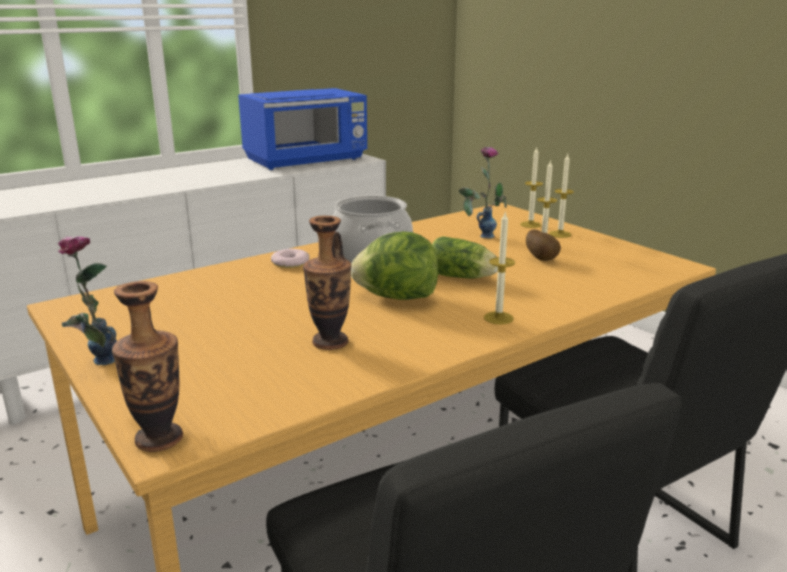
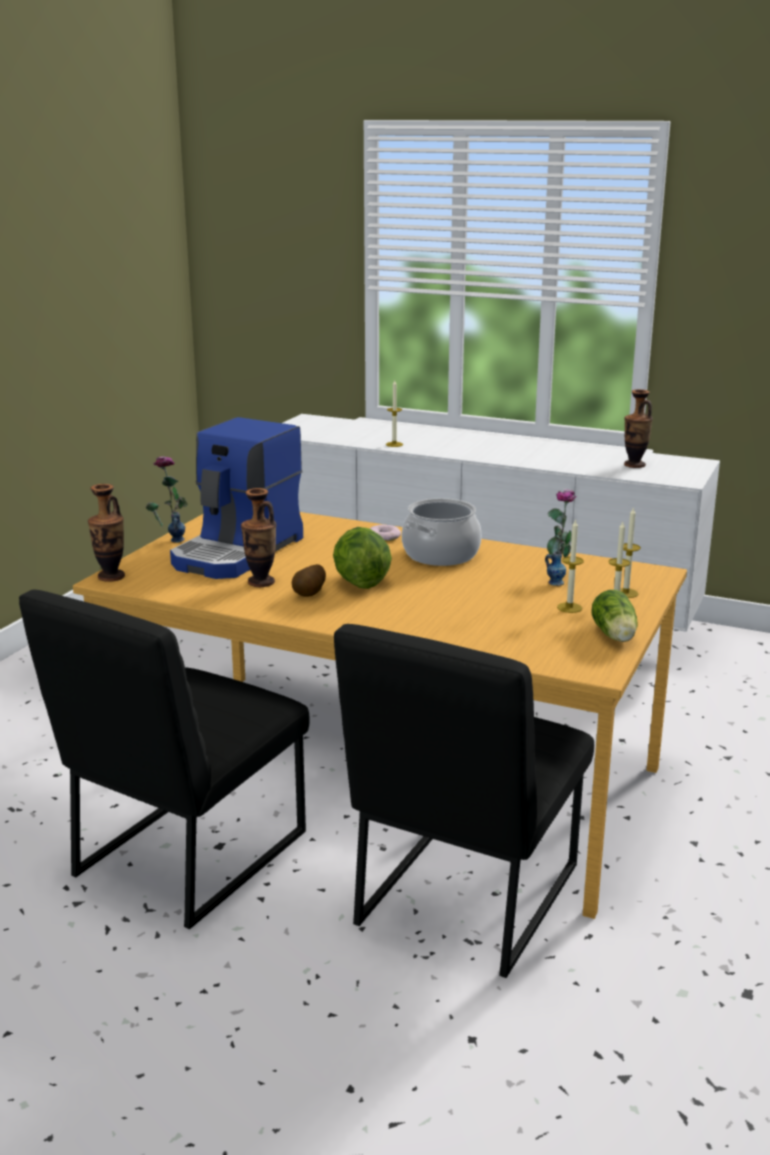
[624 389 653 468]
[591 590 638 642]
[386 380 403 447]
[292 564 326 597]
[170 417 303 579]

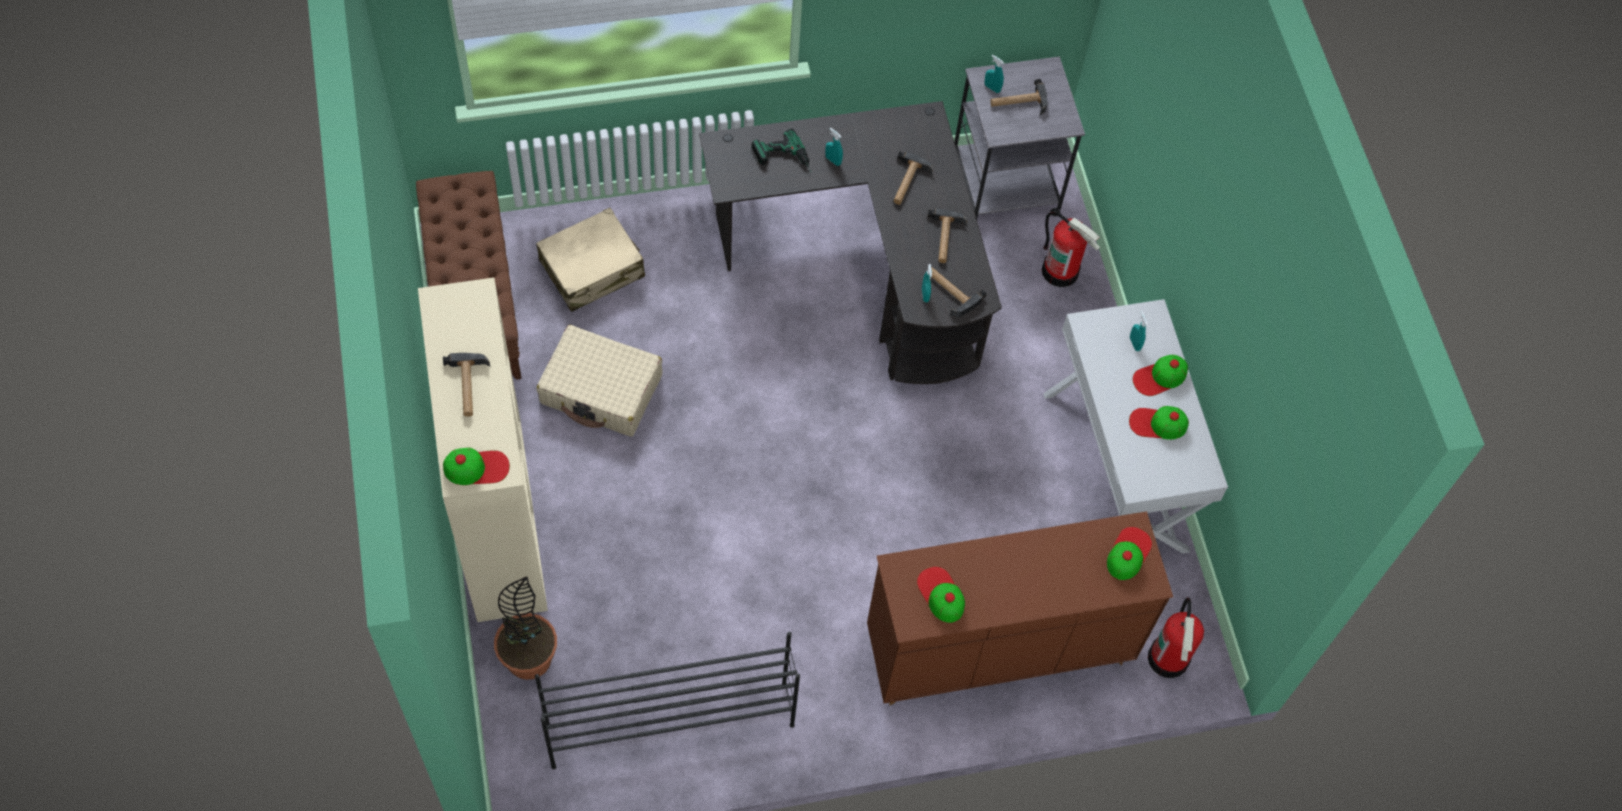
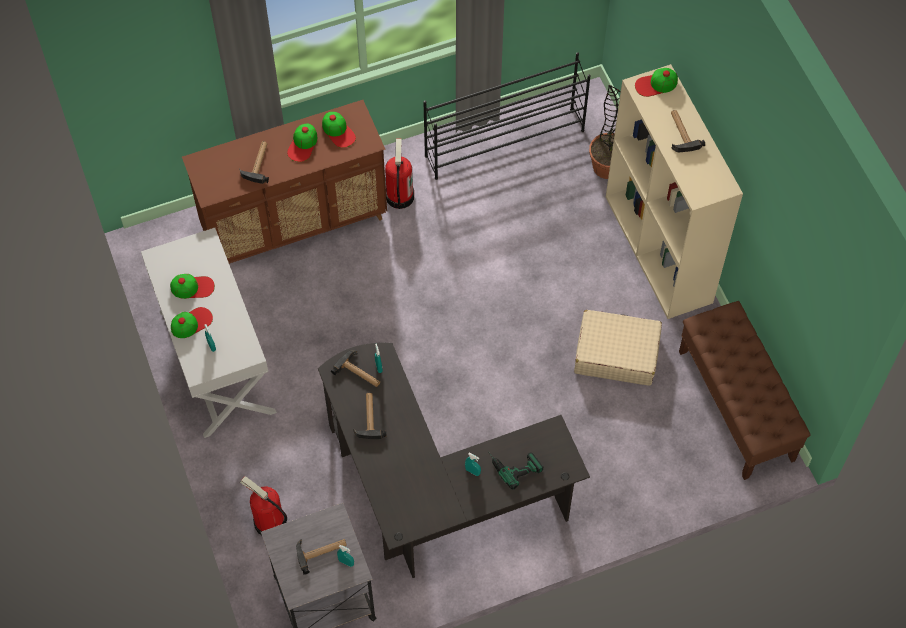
[536 208 645 312] (first image)
[239 141 269 184]
[287 124 317 162]
[385 139 414 209]

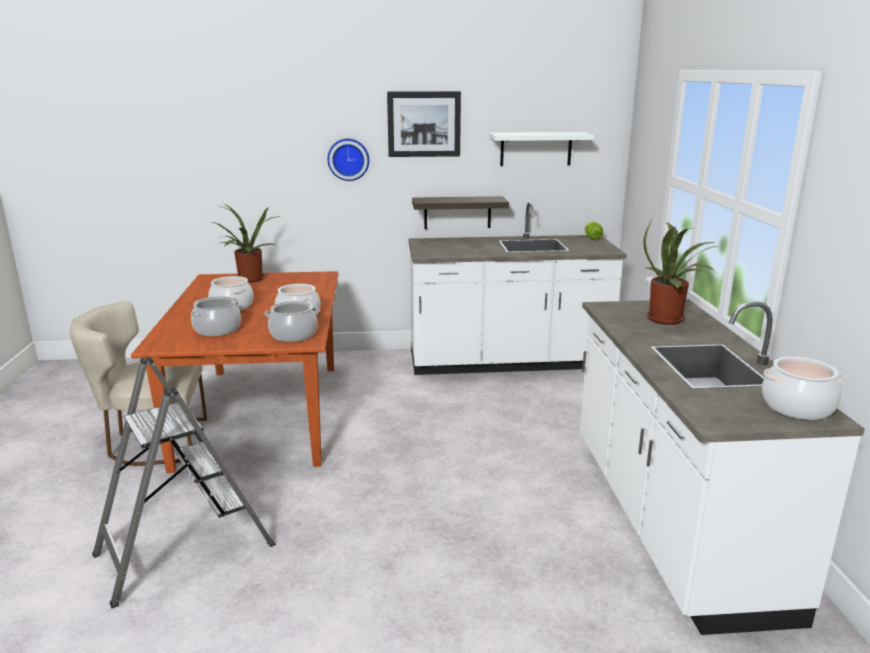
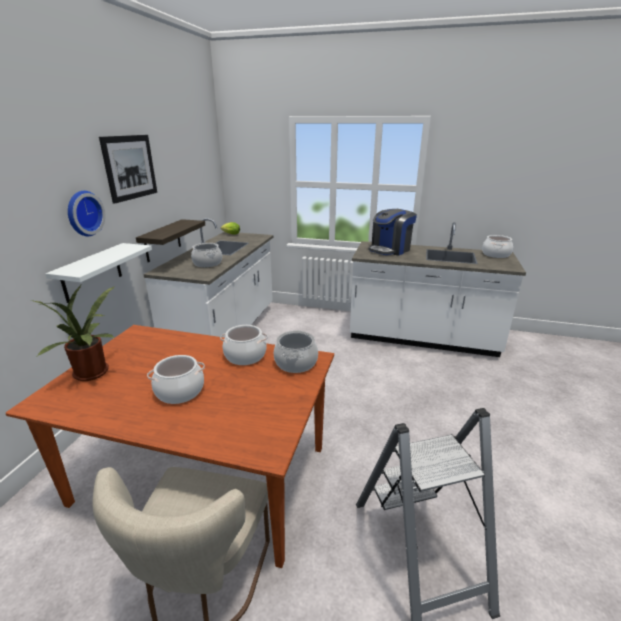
[191 243 222 267]
[45 243 152 303]
[368 209 417 255]

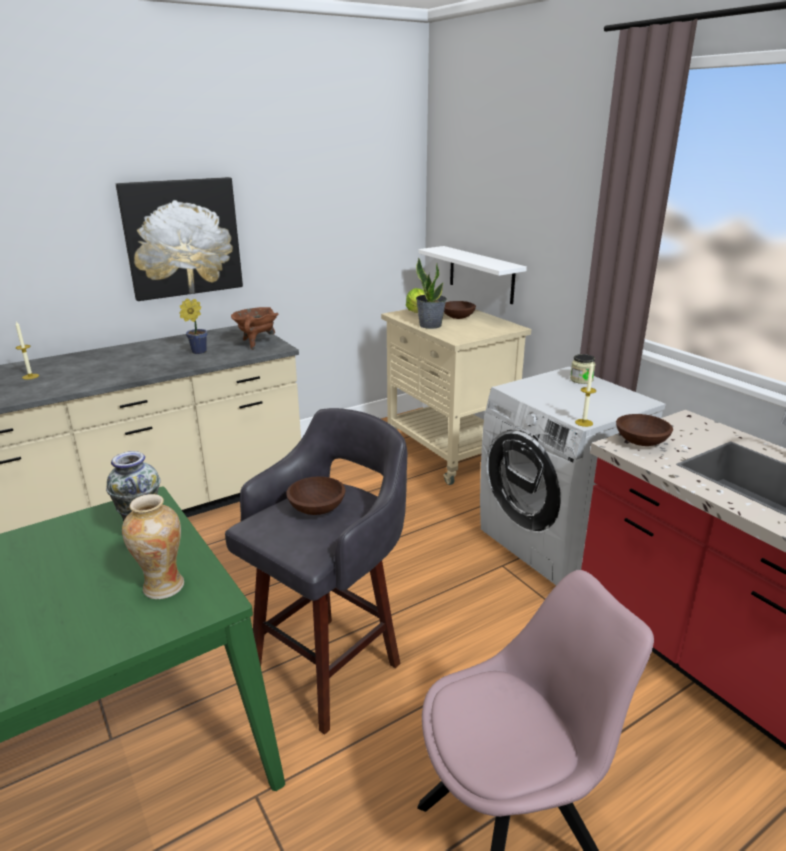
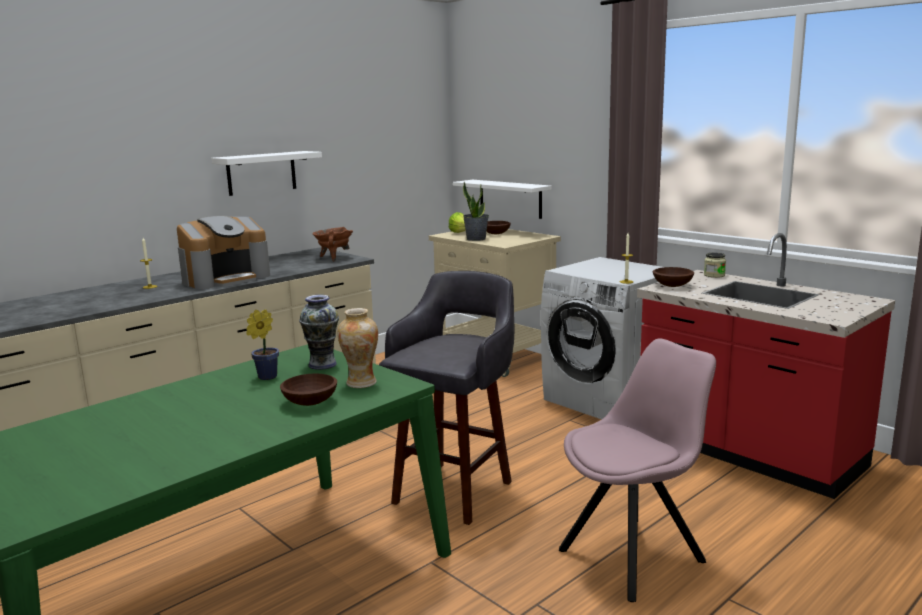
[211 151 322 196]
[246 310 279 380]
[280 374 337 406]
[704 253 726 278]
[177 216 270 289]

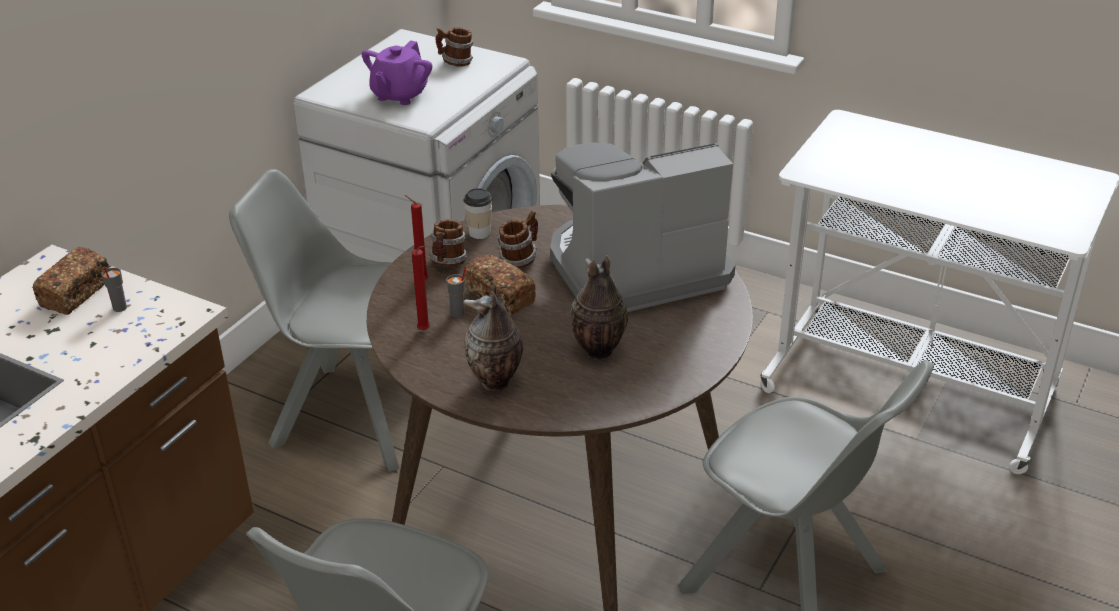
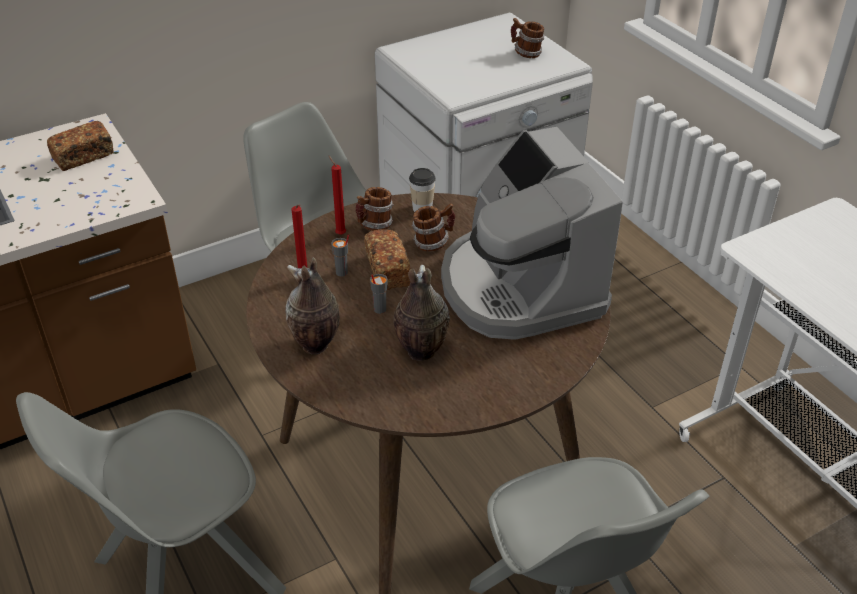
[370 274 388 314]
[362 40 432 105] (first image)
[441 127 623 340]

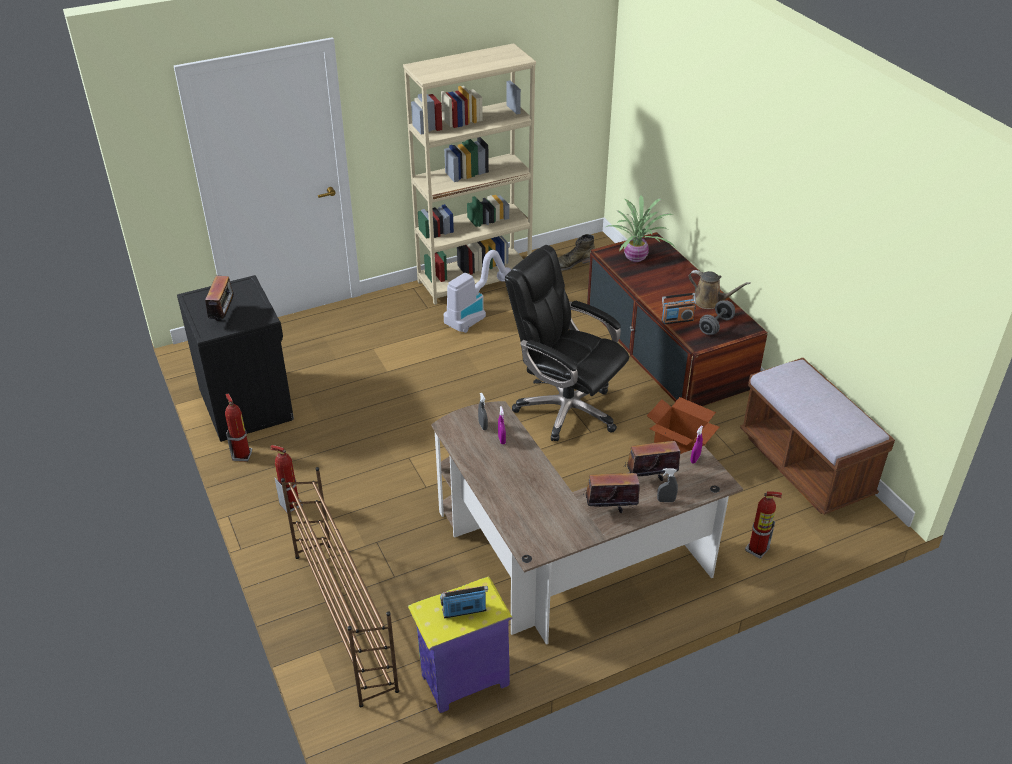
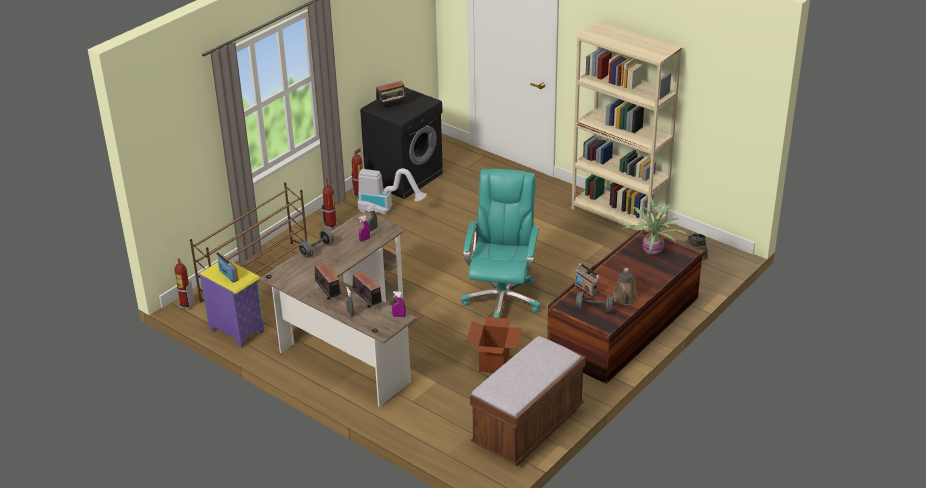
[358 168 427 215]
[461 169 540 318]
[174 258 195 310]
[298 229 334 257]

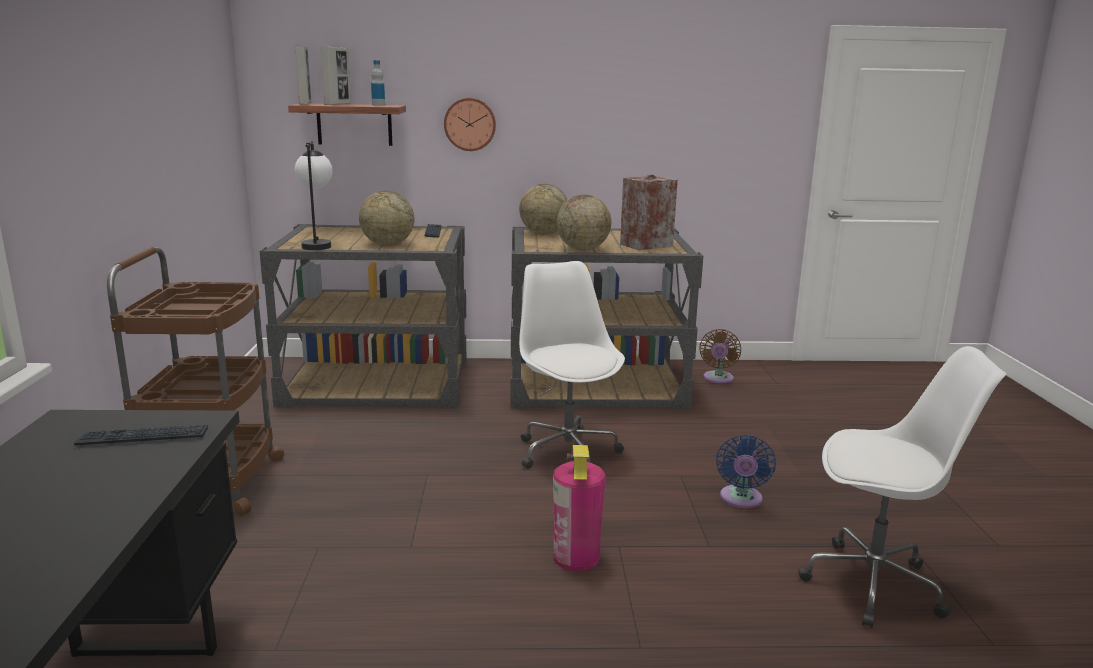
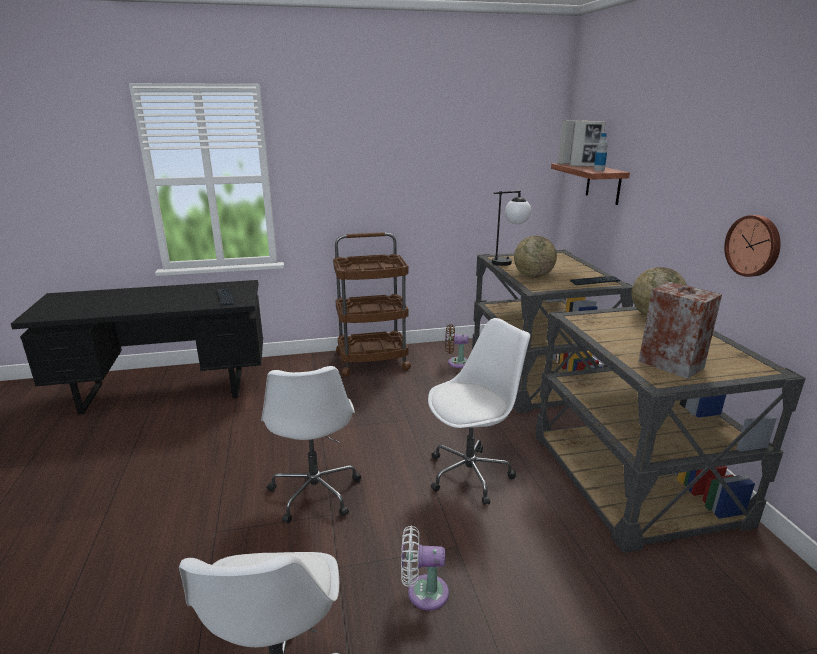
[724 215 781 277]
[261 366 362 523]
[557 195 611 250] (first image)
[445 324 469 368]
[401 526 449 611]

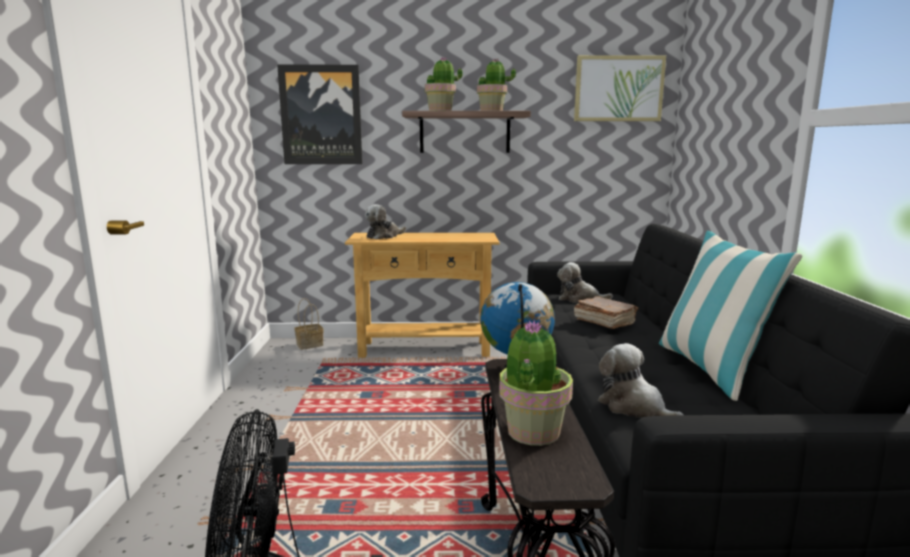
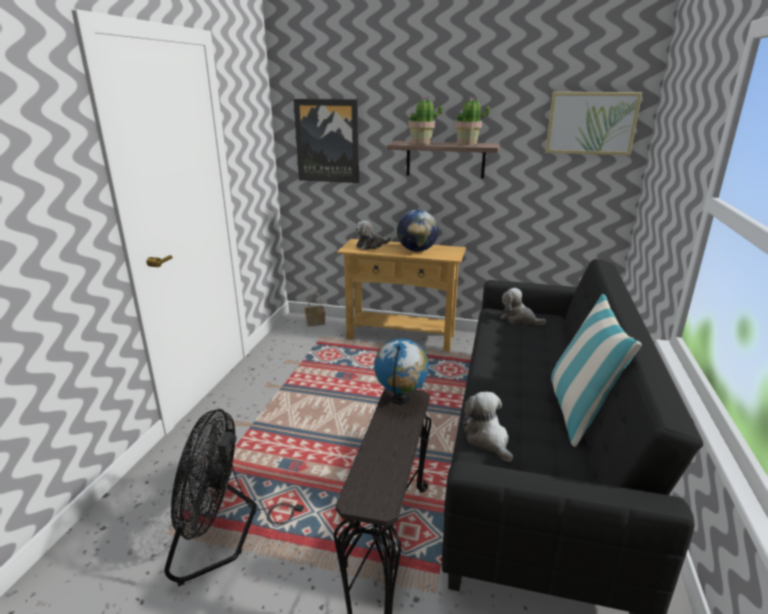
[499 320 573 446] (first image)
[574 296 638 329] (first image)
[397 210 439 252]

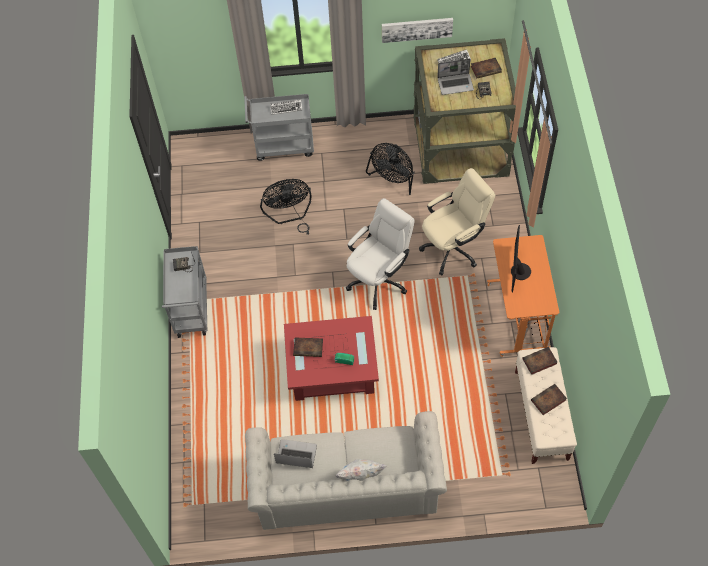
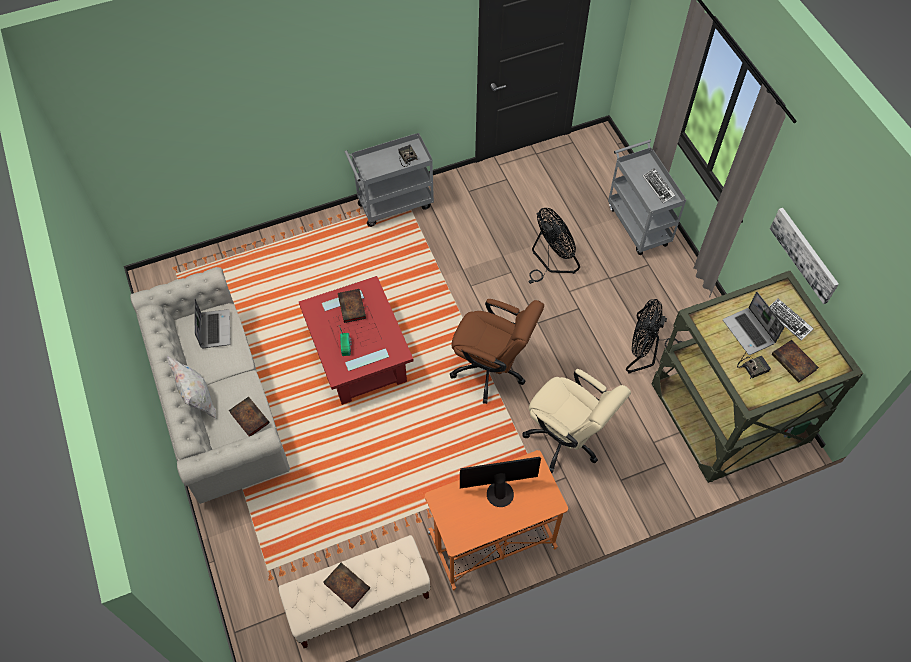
[450 299 544 404]
[229 397 269 436]

